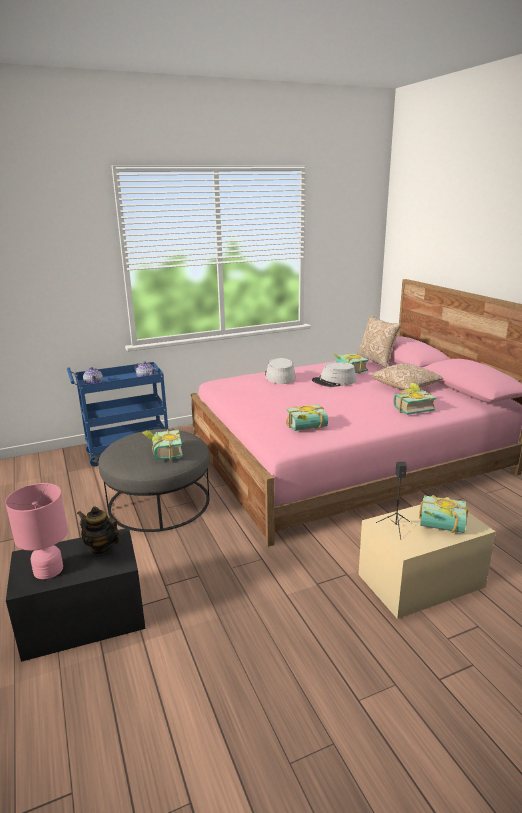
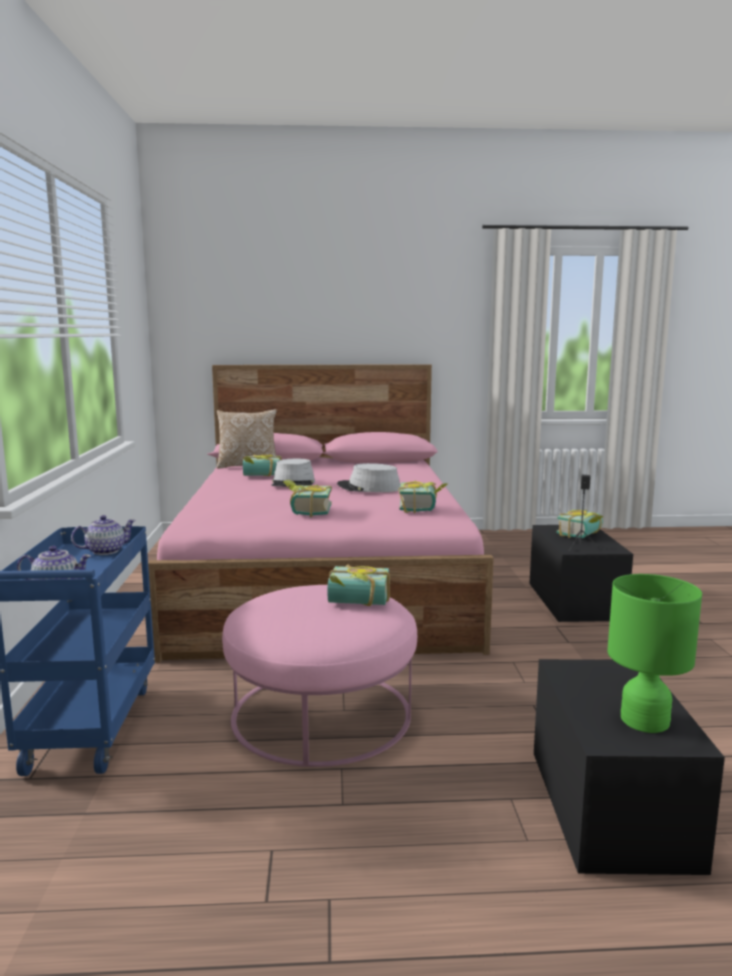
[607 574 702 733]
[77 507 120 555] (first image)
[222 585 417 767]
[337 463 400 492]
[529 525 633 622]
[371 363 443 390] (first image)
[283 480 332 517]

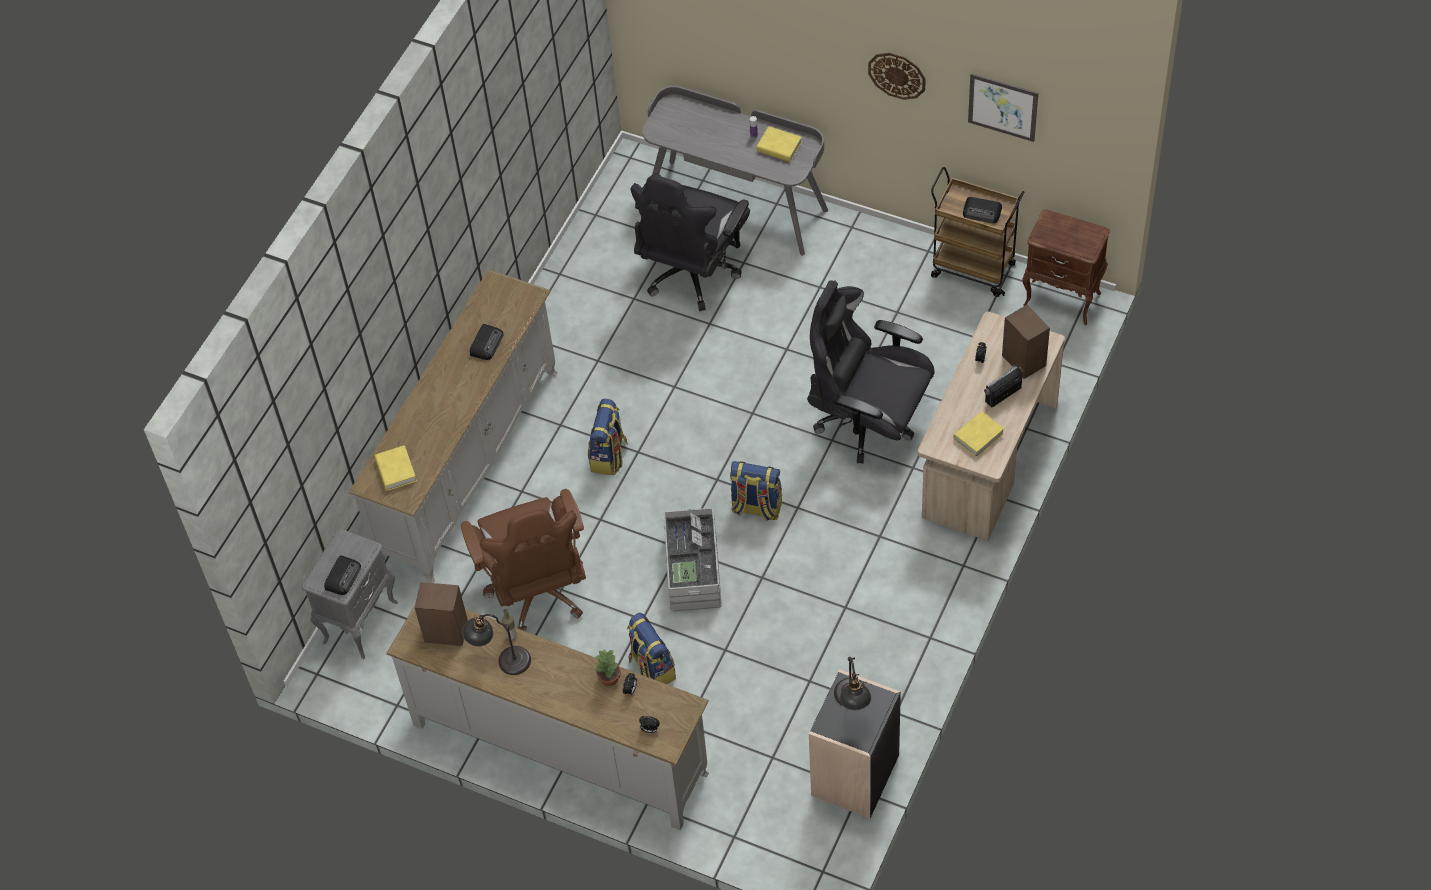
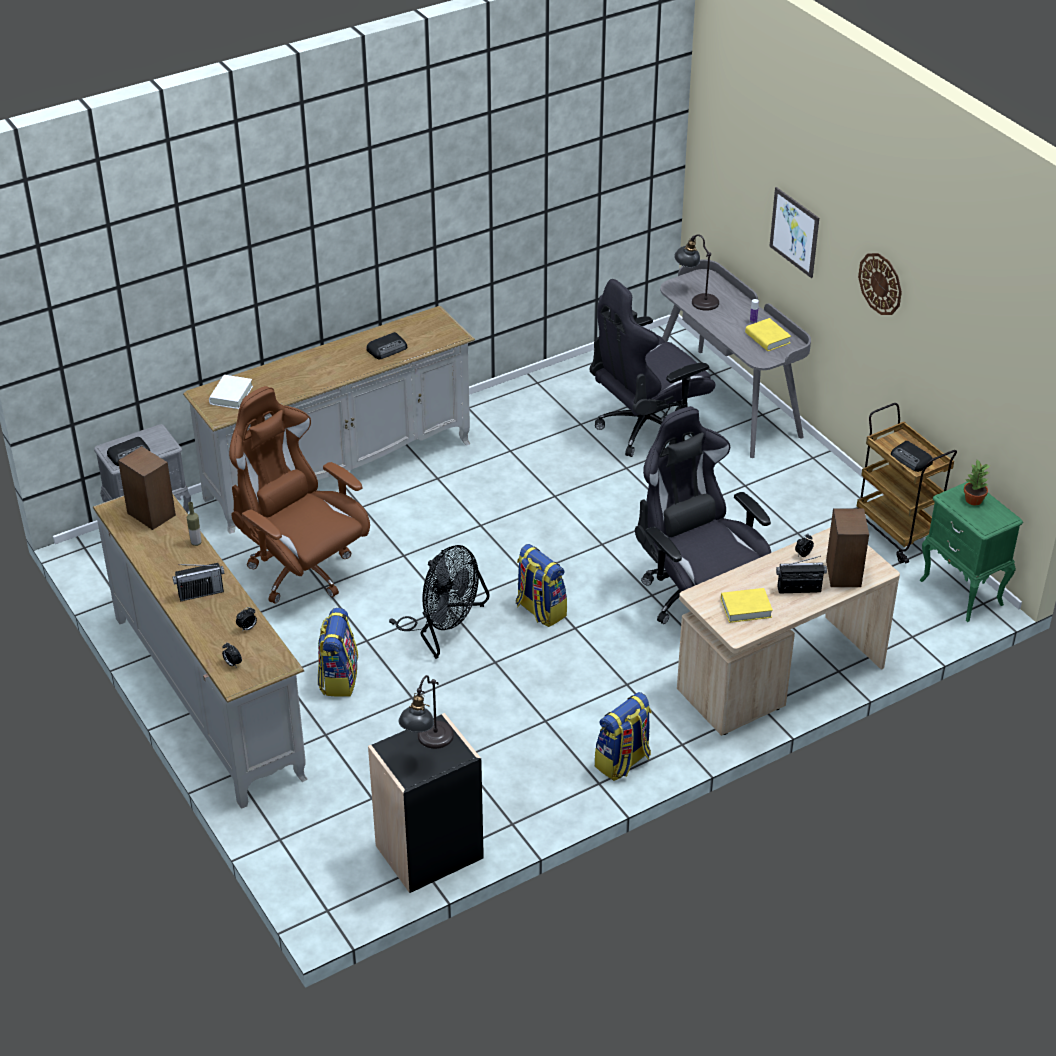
[209 375 253 409]
[229 386 370 604]
[674 234 719 311]
[595 692 651 781]
[964 460 990 505]
[389 545 489 659]
[769 187 819 278]
[920 482 1023 622]
[173 563 224 601]

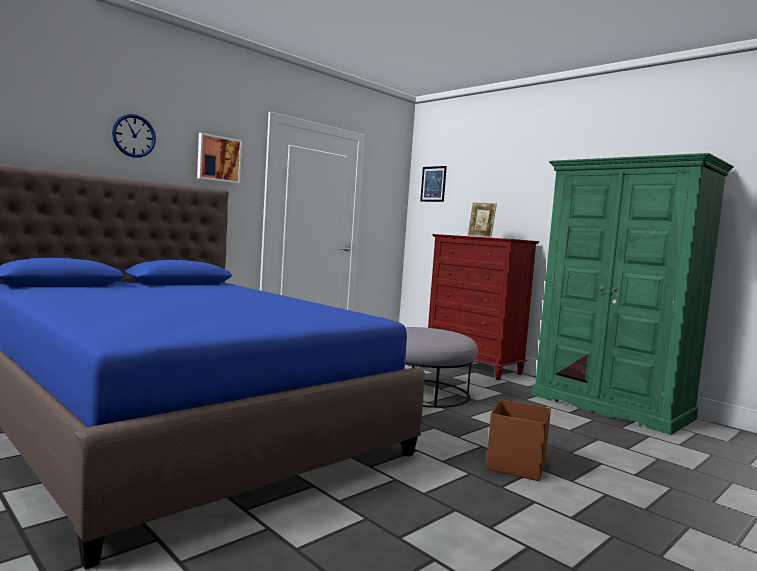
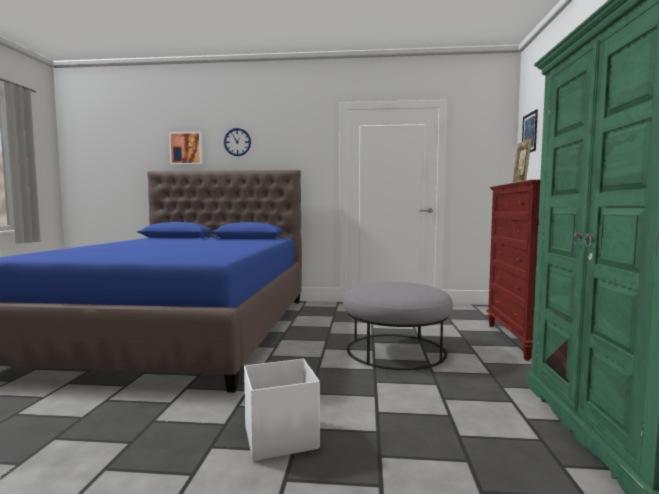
[169 132 203 165]
[244 358 320 461]

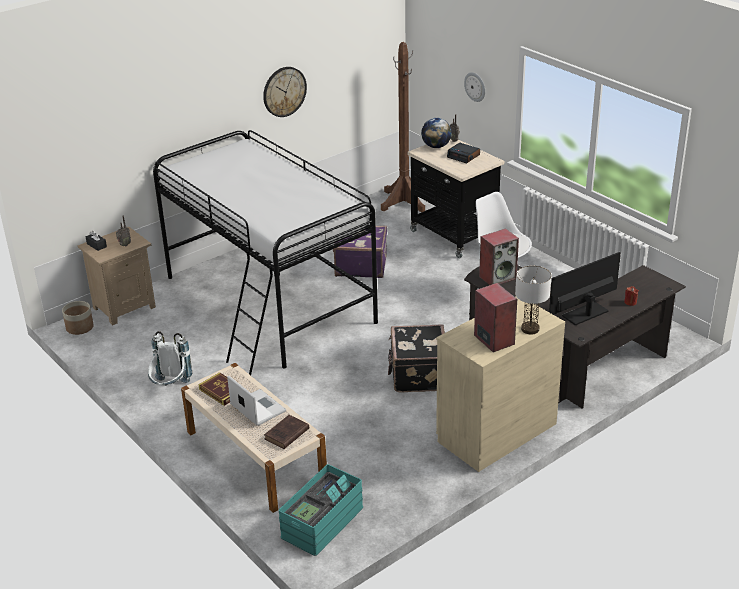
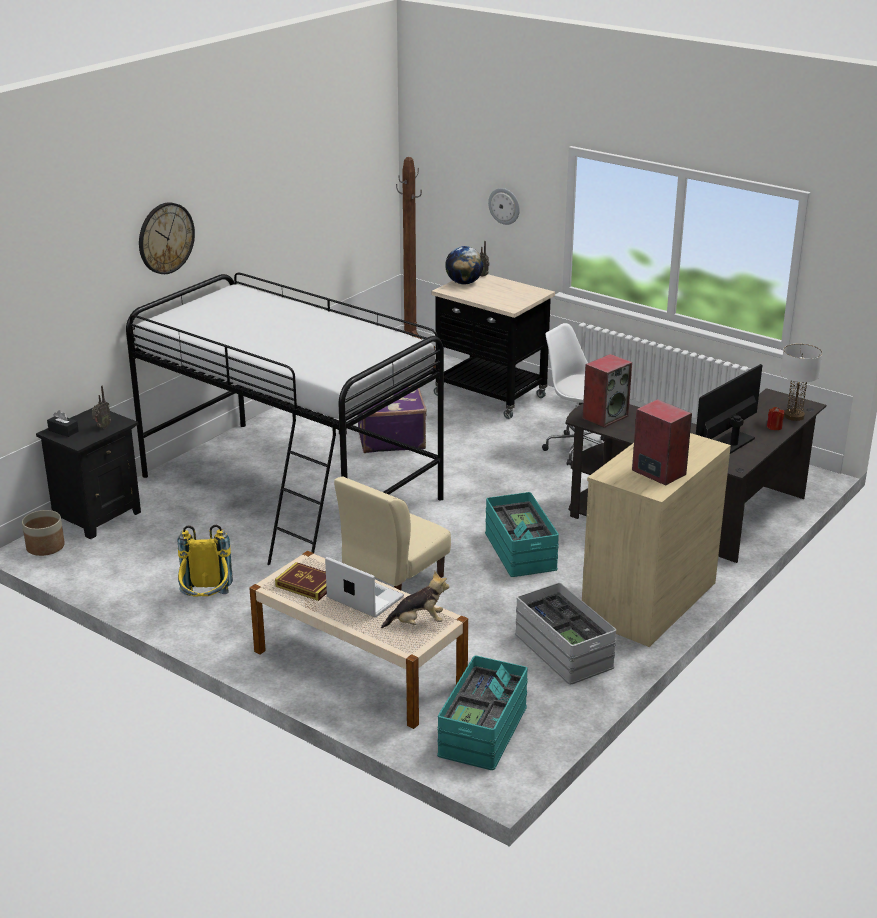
[36 408 141 539]
[178 525 233 597]
[139 202 195 274]
[381 571 449 628]
[485 492 559 577]
[447 143 480 163] (first image)
[781 344 823 421]
[334 477 451 608]
[515 583 616 684]

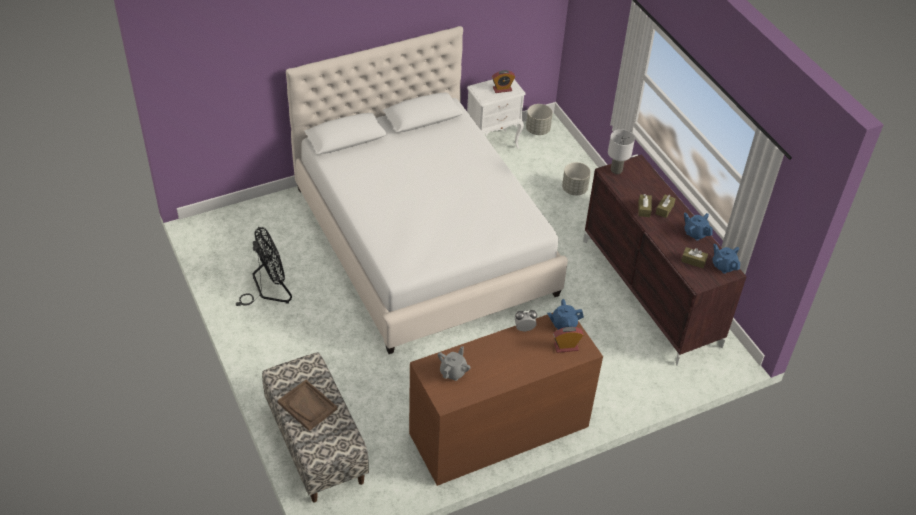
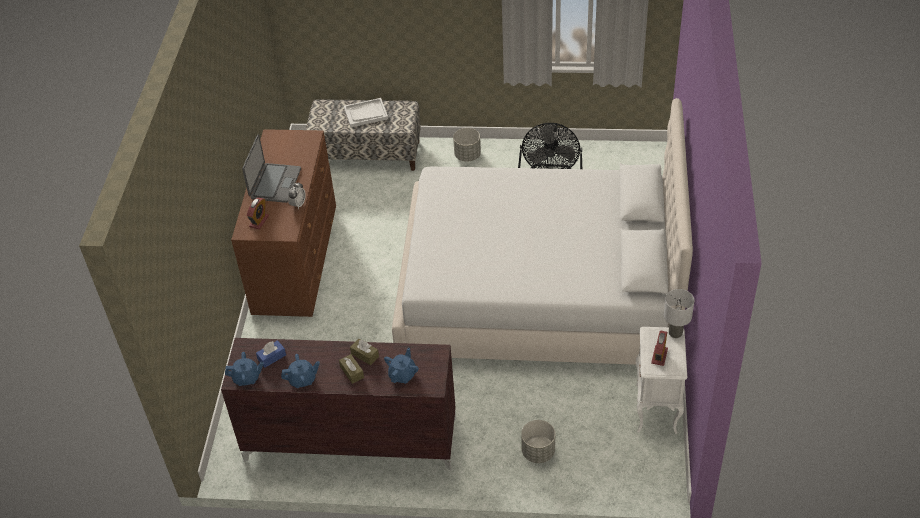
[344 98 388 127]
[438 346 470 381] (first image)
[453 128 481 162]
[384 348 419 384]
[664 289 694 338]
[256 340 286 368]
[242 135 301 203]

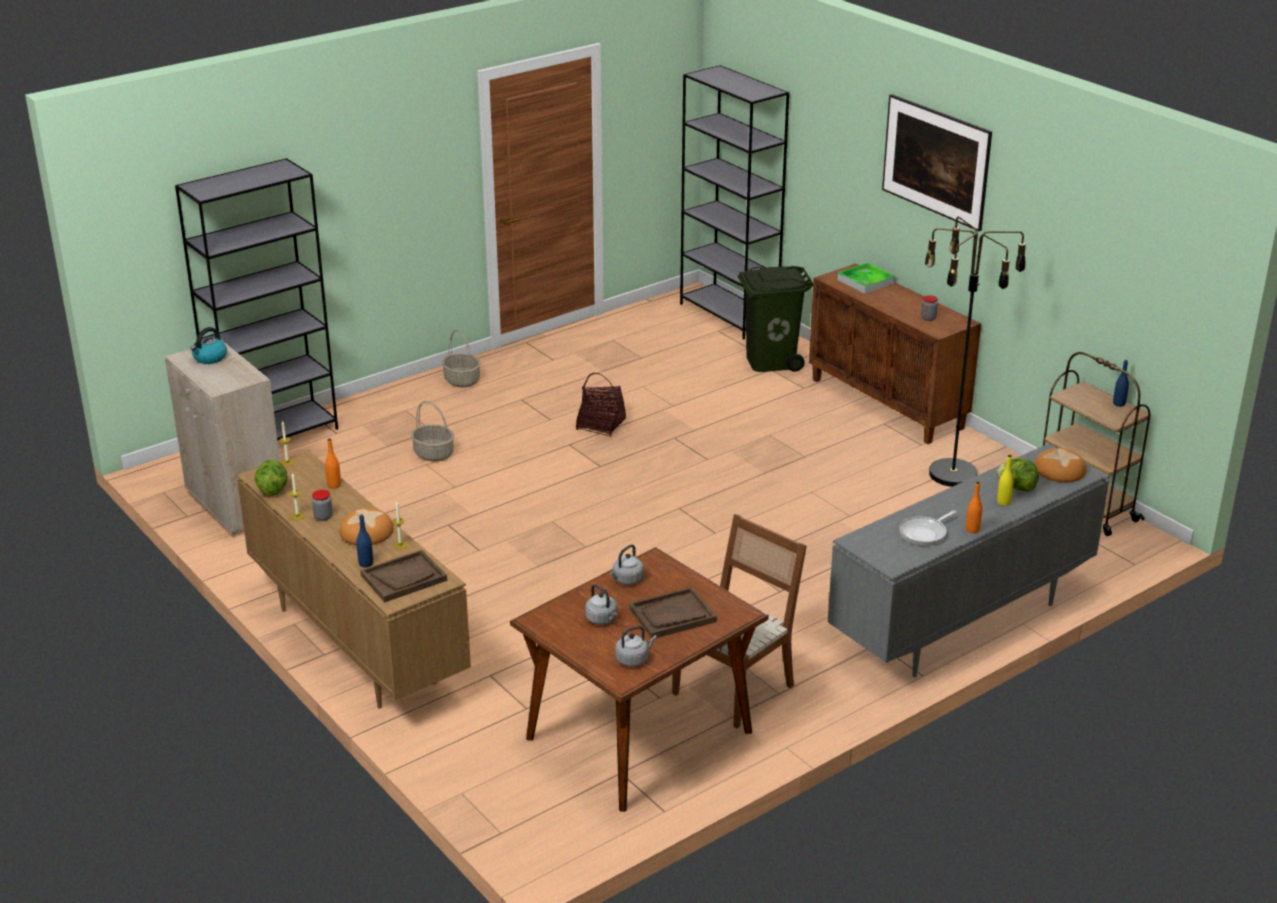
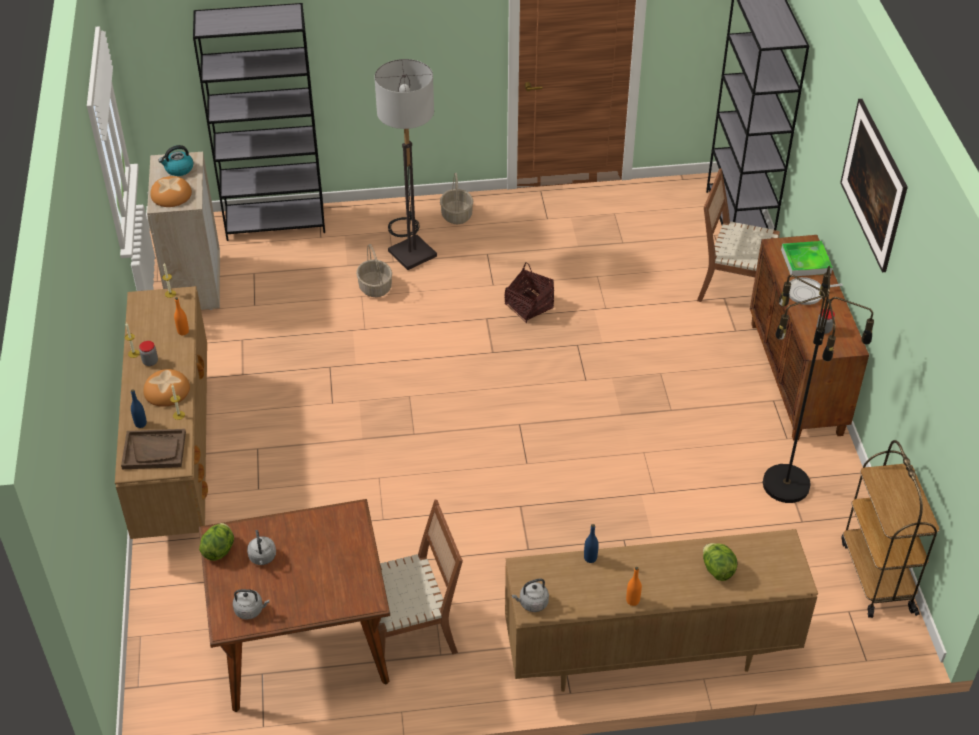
[199 523 234 561]
[512 578 549 612]
[629 587 717 638] (first image)
[697 168 780 302]
[505 529 818 692]
[789 277 843 305]
[997 455 1014 506] (first image)
[150 176 192 207]
[584 524 599 563]
[375 59 437 270]

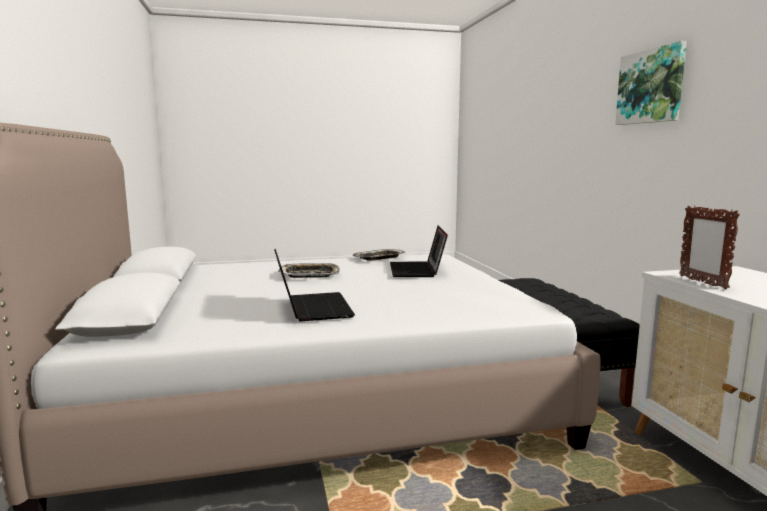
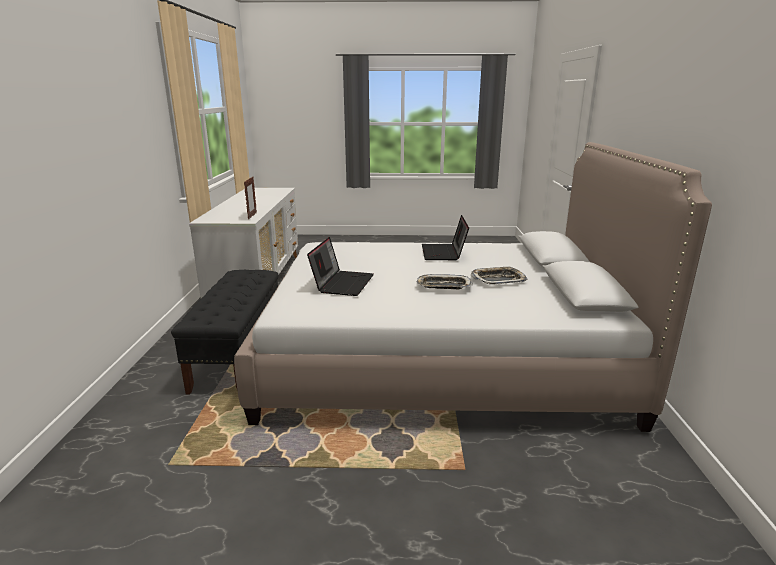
[471 266 527 284]
[615 41 687 125] (first image)

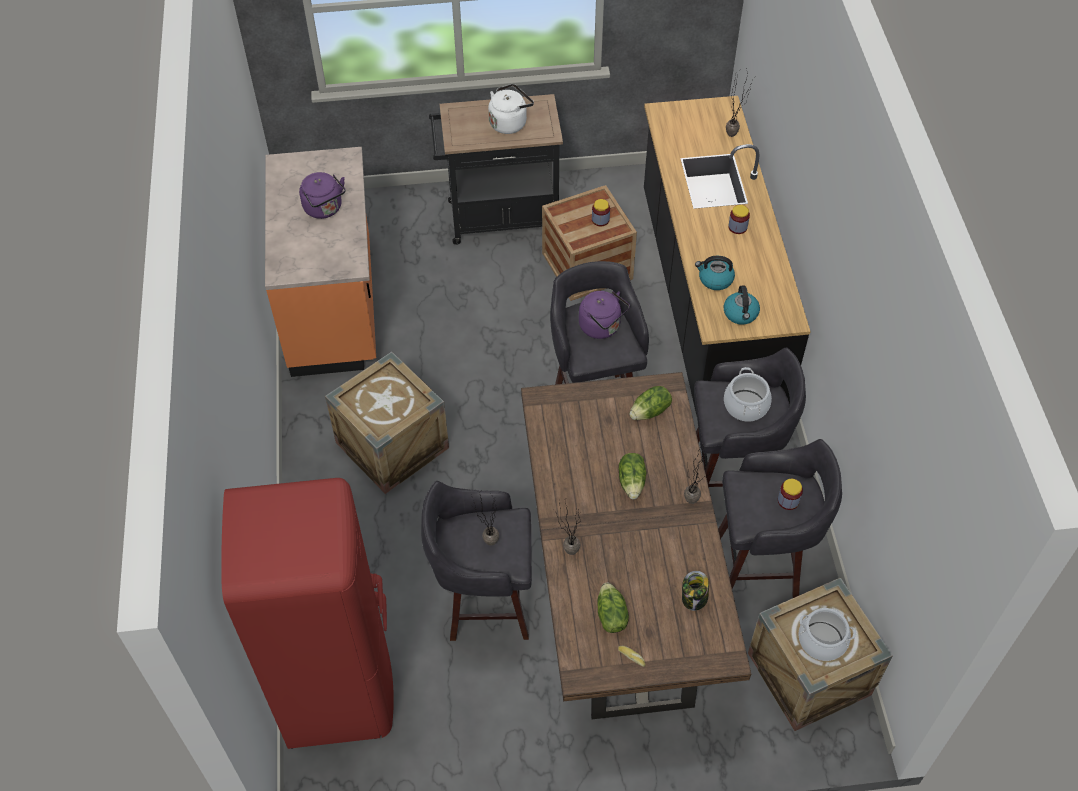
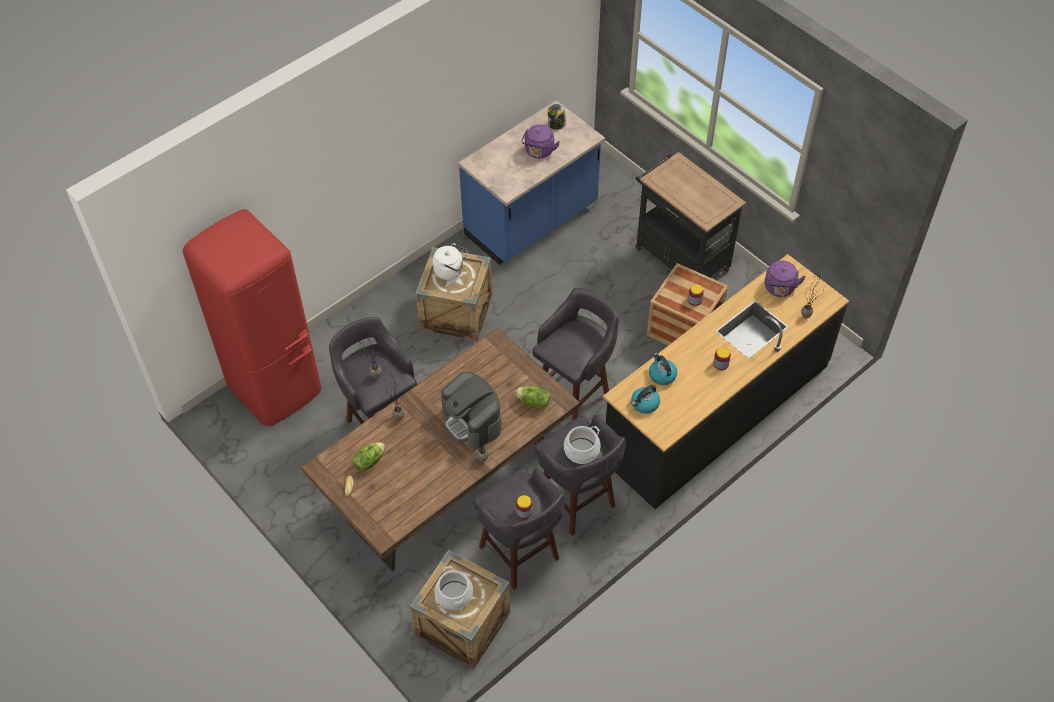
[458 100 605 265]
[433 243 467 280]
[765 261 806 297]
[441 372 502 449]
[548 104 566 130]

